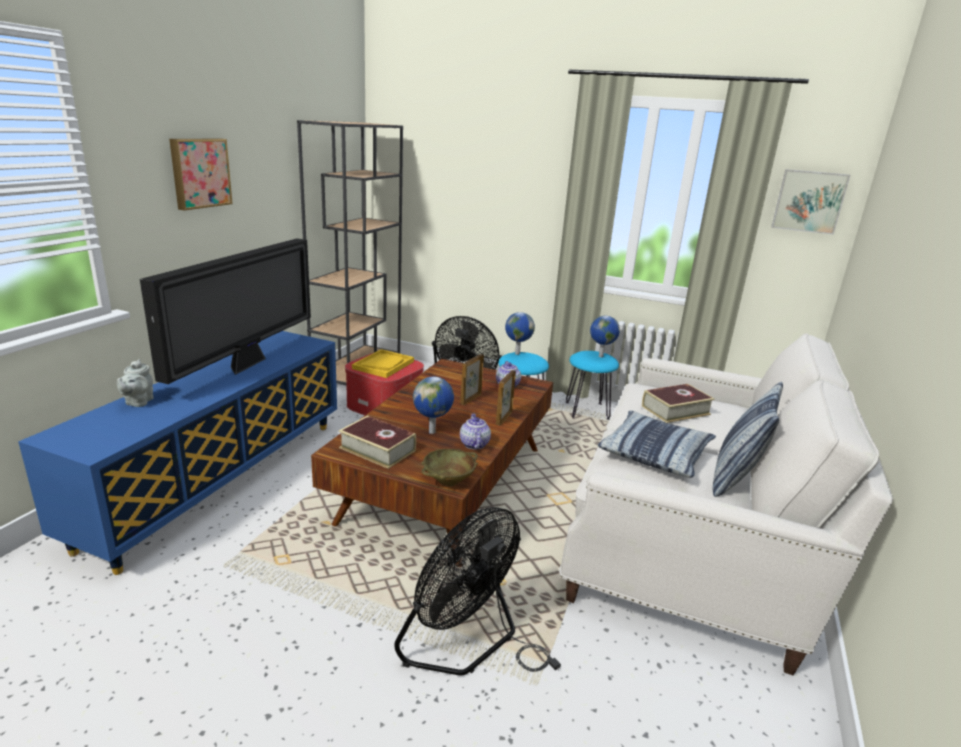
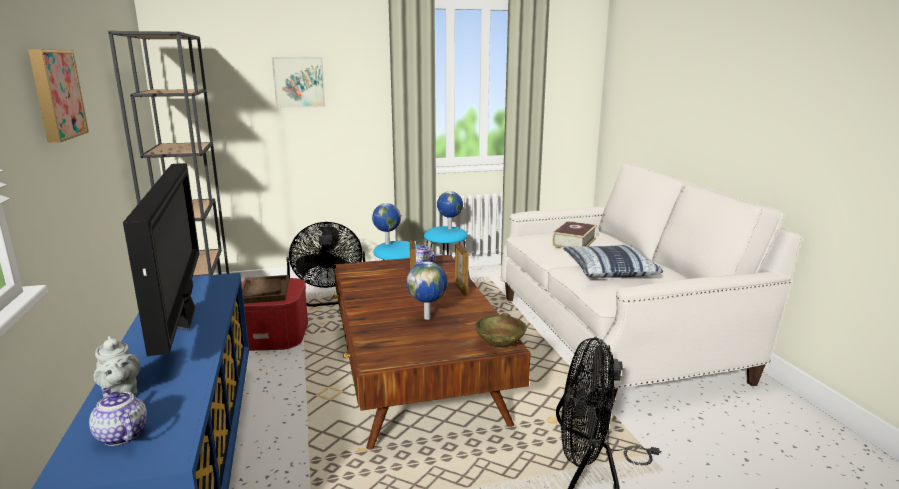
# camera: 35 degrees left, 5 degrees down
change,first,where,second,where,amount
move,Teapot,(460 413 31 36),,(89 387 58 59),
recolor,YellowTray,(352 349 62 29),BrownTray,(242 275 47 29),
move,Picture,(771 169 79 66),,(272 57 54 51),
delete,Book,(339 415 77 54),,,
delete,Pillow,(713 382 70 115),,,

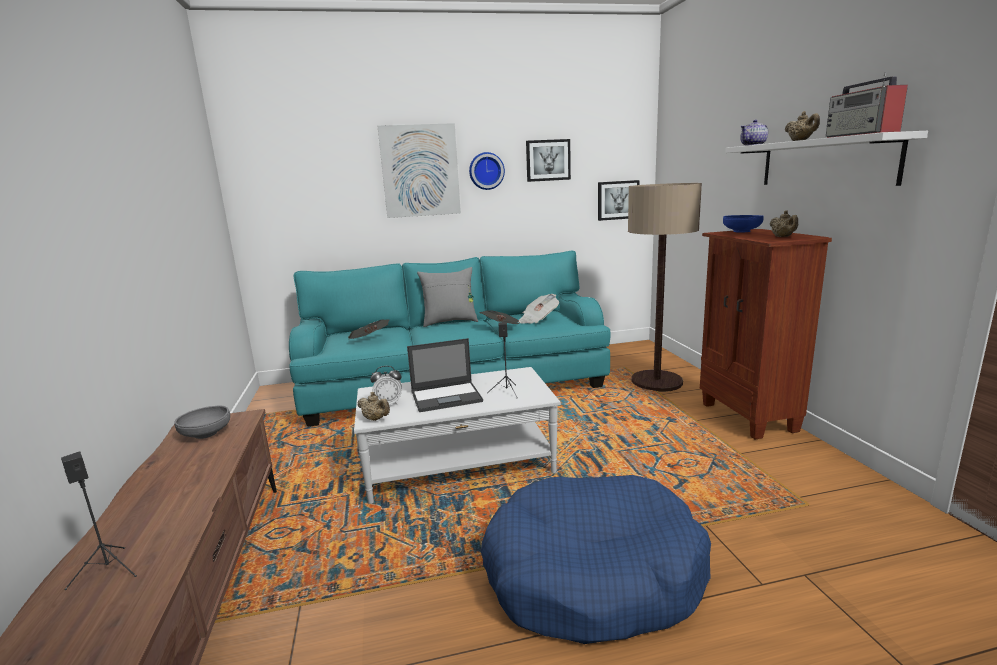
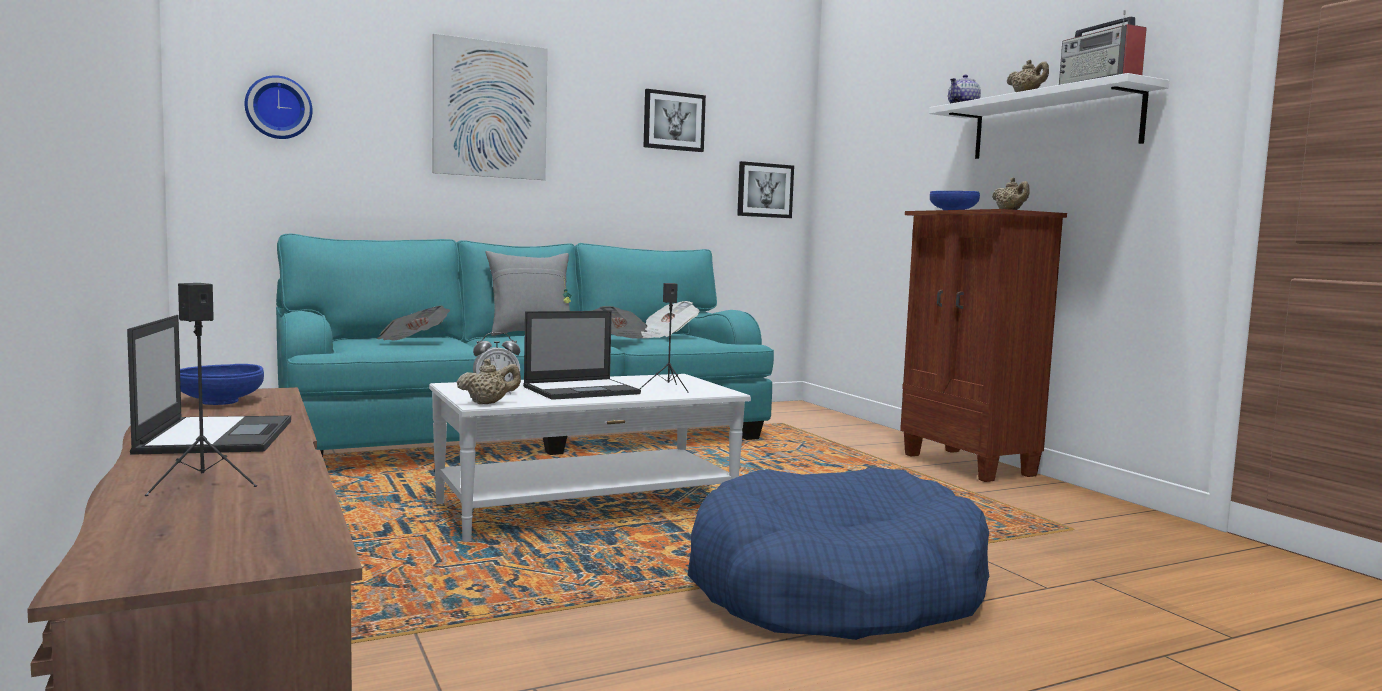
# camera: 15 degrees left, 10 degrees down
change,first,where,second,where,amount
insert,,,Laptop,(127 315 164 140),
recolor,GreyBowl,(174 405 56 34),BlueBowl,(180 364 84 41),
move,WallClock,(469 152 36 38),,(245 75 68 64),
rotate,BeigeTeapot,(358 392 32 29),,(457 359 64 45),45 degrees counterclockwise
delete,FloorLamp,(628 183 74 209),,,

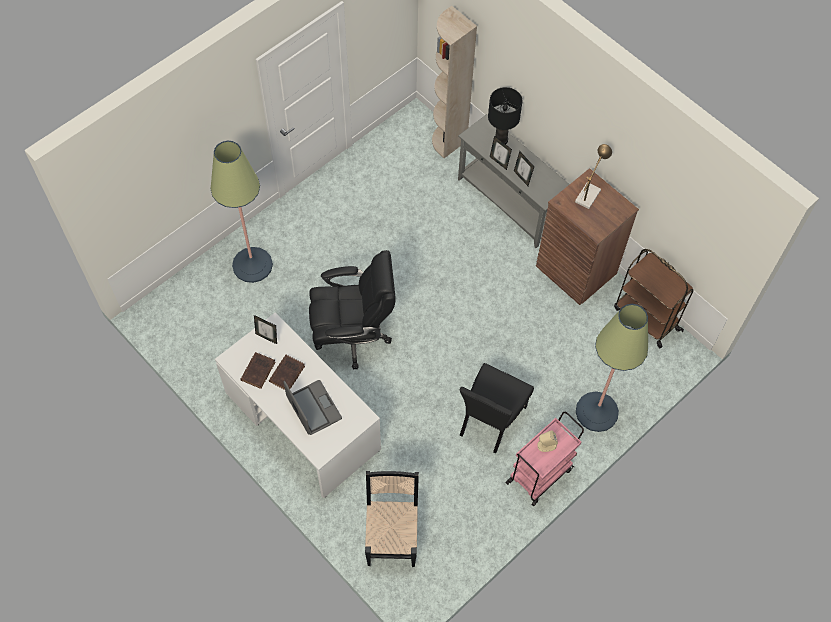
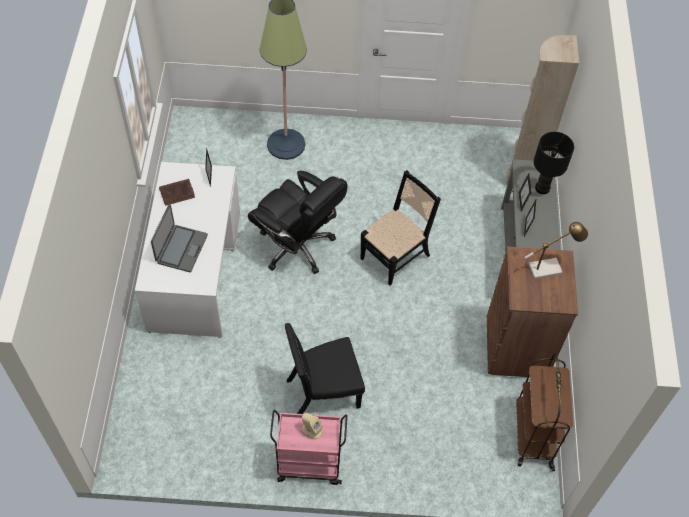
# camera: 45 degrees right, 5 degrees down
change,first,where,second,where,amount
move,Chair,(365 471 54 96),,(361 170 80 115),
delete,BrownBook,(269 355 36 35),,,
delete,FloorLamp,(576 304 72 128),,,

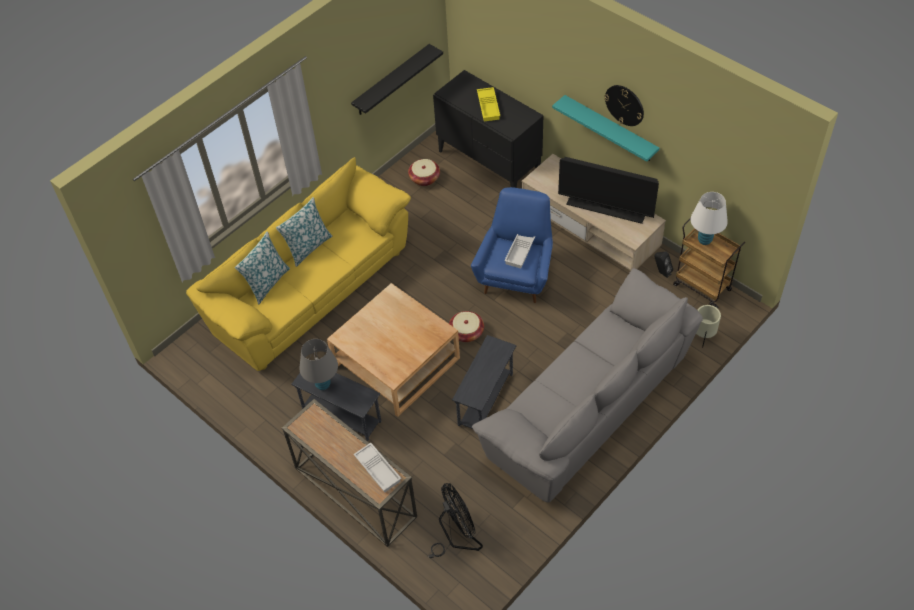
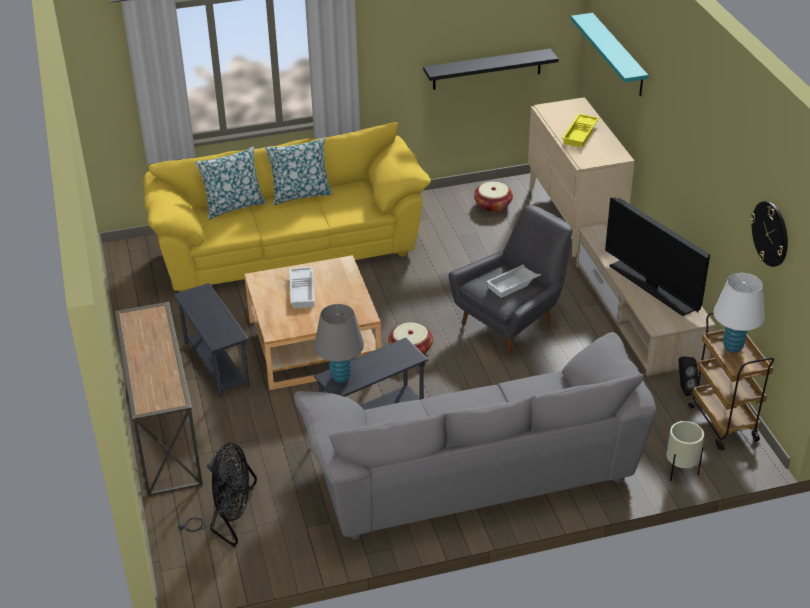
# camera: 30 degrees right, 15 degrees down
change,first,where,second,where,amount
move,WhiteTray,(353 443 49 49),,(289 267 26 41),
move,GreyTableLamp,(299 339 39 51),,(314 304 50 79),
recolor,BlueArmchair,(471 187 82 116),GreyArmchair,(449 205 124 151),
recolor,BlackCabinet,(433 70 111 118),BeigeCabinet,(528 97 107 160),
move,TurquoiseShelf,(552 95 108 67),,(571 13 77 83),
move,WallClock,(604 85 40 41),,(750 201 38 66),

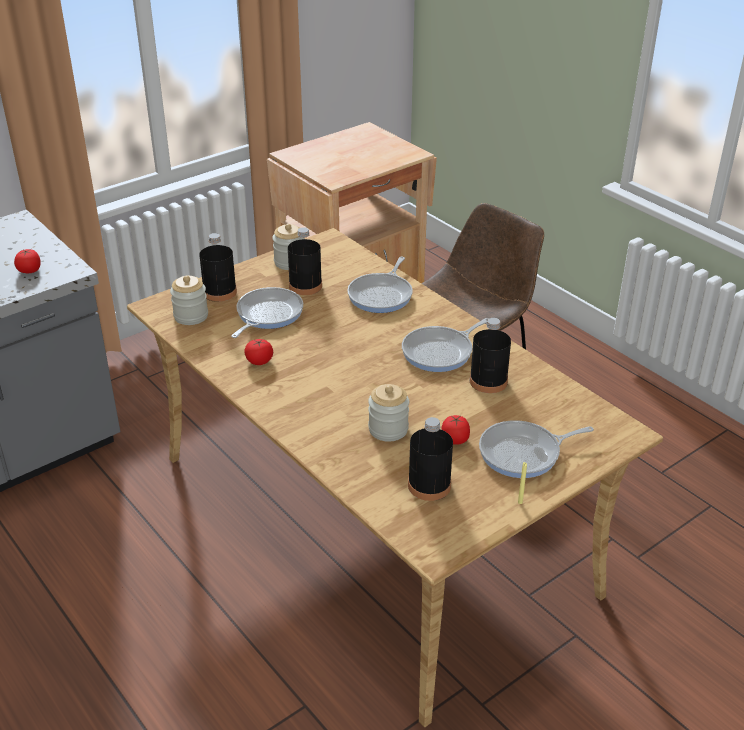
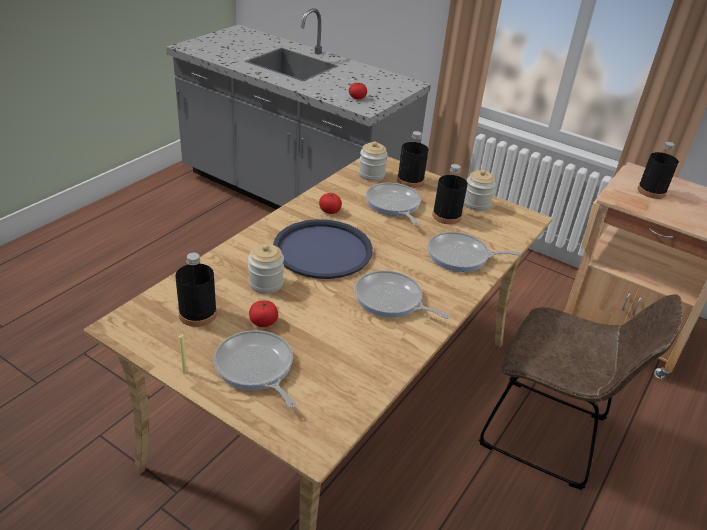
# camera: 70 degrees right, 0 degrees up
change,first,where,second,where,amount
insert,,,BlueTray,(273 219 100 60),
rotate,FryingPan,(231 287 72 51),,(366 183 55 42),120 degrees counterclockwise
move,BlackBottle,(470 318 41 75),,(637 142 42 57),

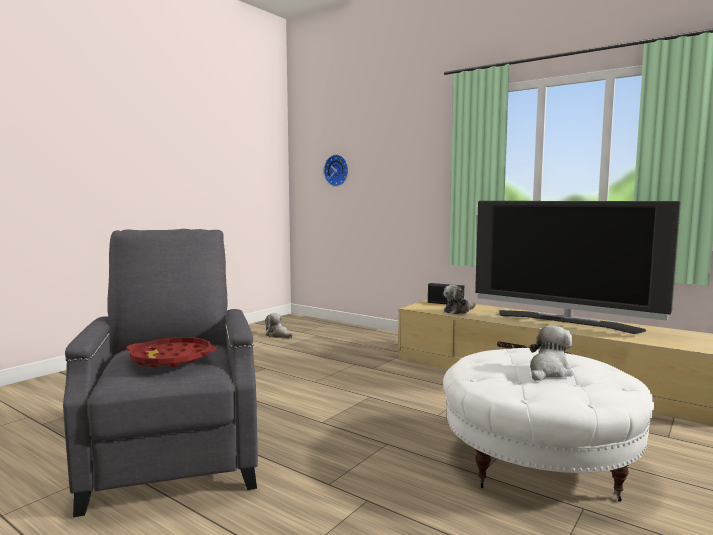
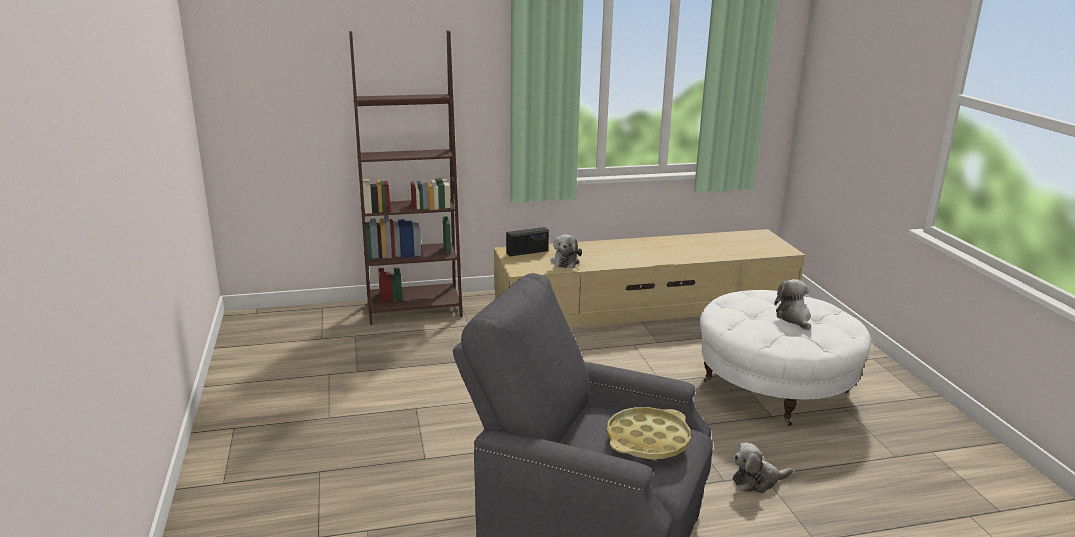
# camera: 50 degrees left, 15 degrees up
change,first,where,second,where,amount
insert,,,BrownBookcase,(349 30 114 295),
recolor,RedTray,(126 337 90 31),YellowTray,(607 407 84 53),
move,PlushToy,(265 313 28 25),,(733 442 60 51),
delete,WallClock,(324 155 24 32),,,
delete,Television,(475 201 206 133),,,

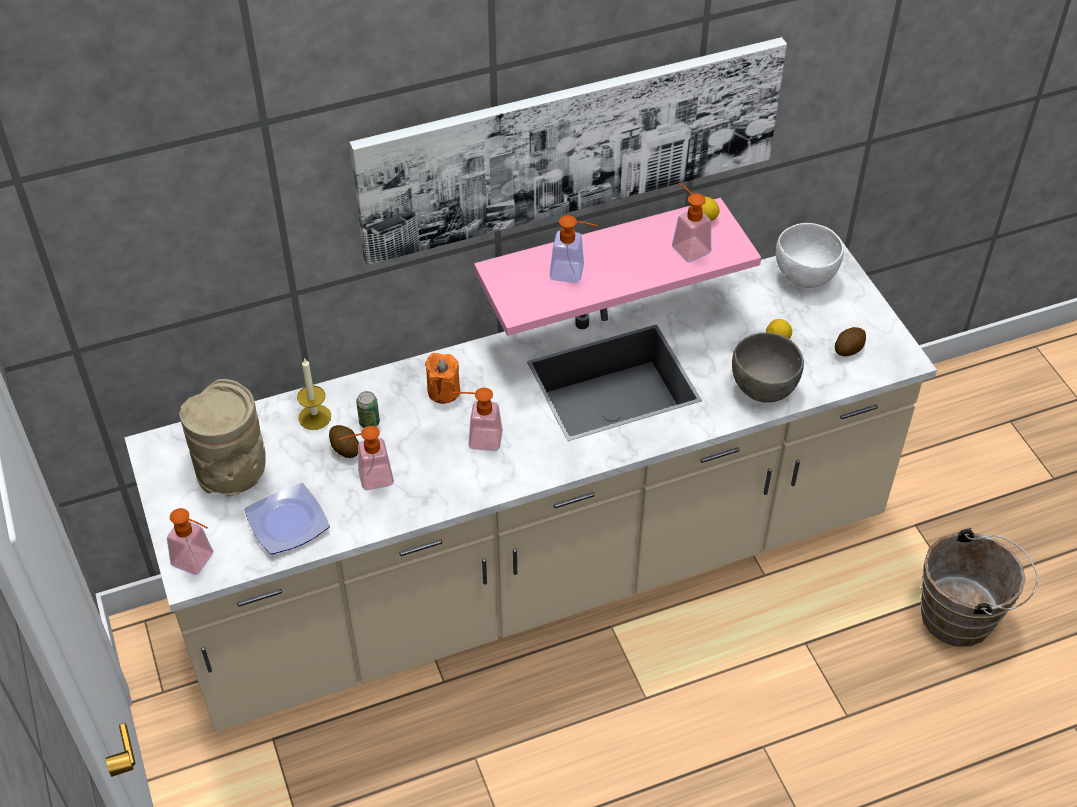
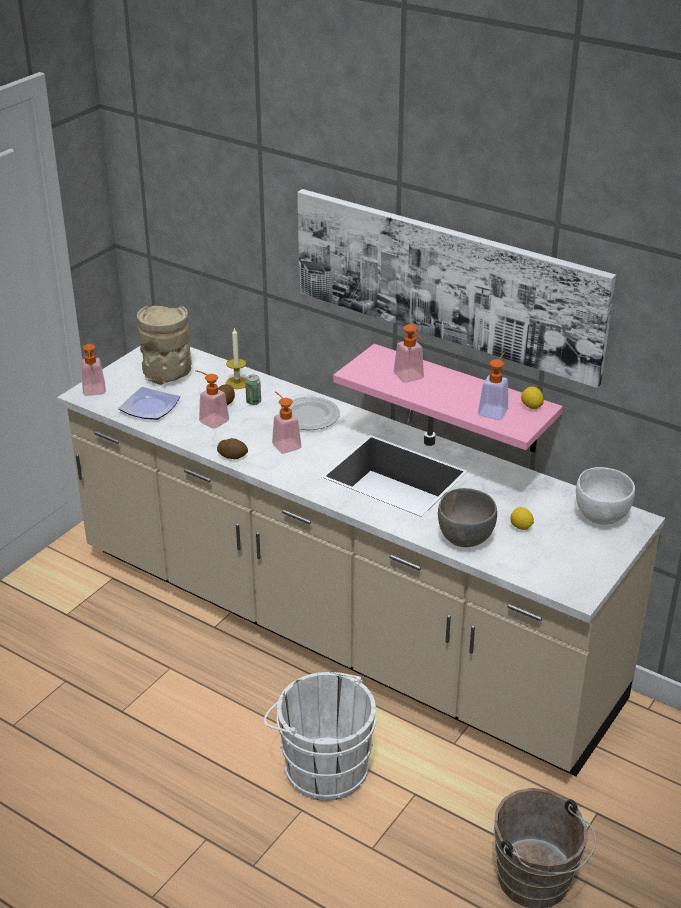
# camera: 55 degrees right, 15 degrees down
change,first,where,second,where,amount
move,Potato,(835 327 31 29),,(217 438 31 21),
insert,,,WhiteBucket,(264 672 113 129),
replace,OrangeCandle,(425 353 35 51),Plate,(279 396 61 34),

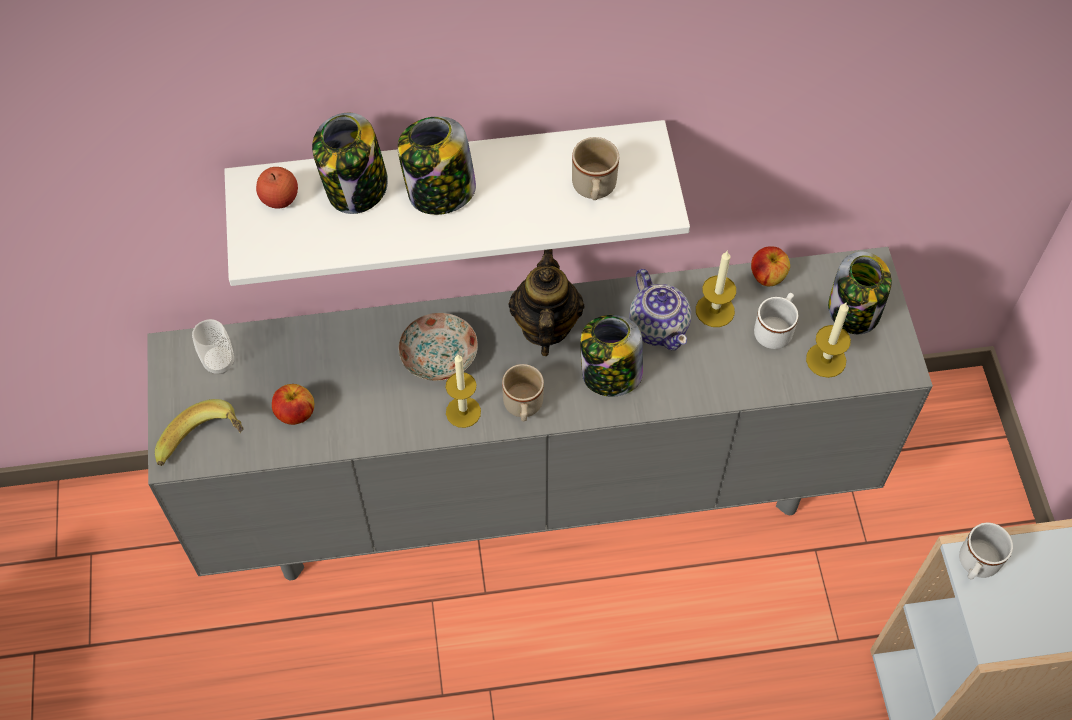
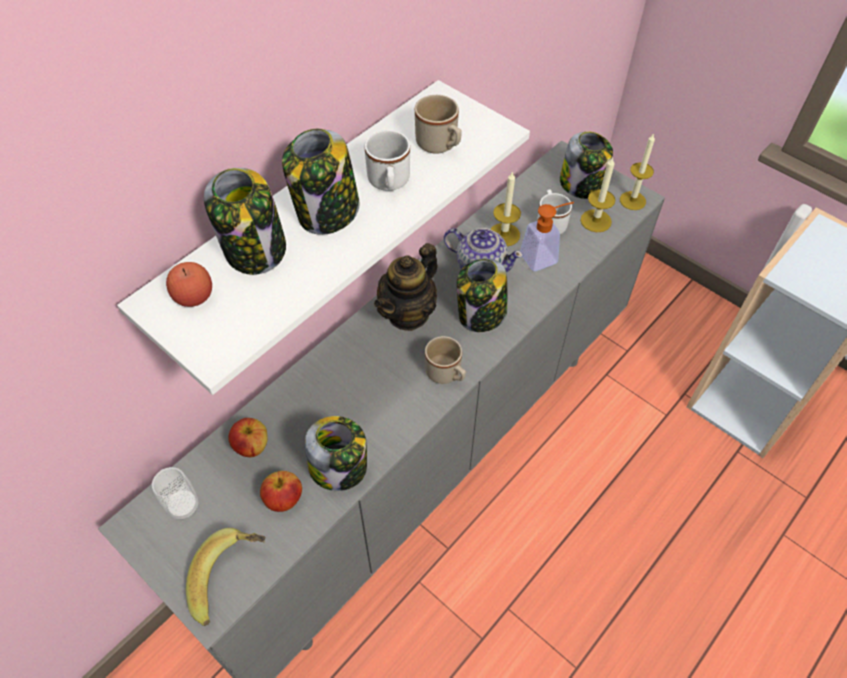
# camera: 40 degrees left, 5 degrees down
change,first,where,second,where,amount
move,Apple,(751 246 39 40),,(228 418 40 39),
insert,,,Jar,(305 416 62 75),
move,WhiteMug,(959 523 54 56),,(365 130 45 61),
rotate,Teapot,(509 249 76 107),,(374 243 64 88),105 degrees counterclockwise
insert,,,SoapDispenser,(520 202 54 69),
move,Candle,(446 354 35 74),,(620 133 35 77),
delete,Plate,(398 313 80 68),,,

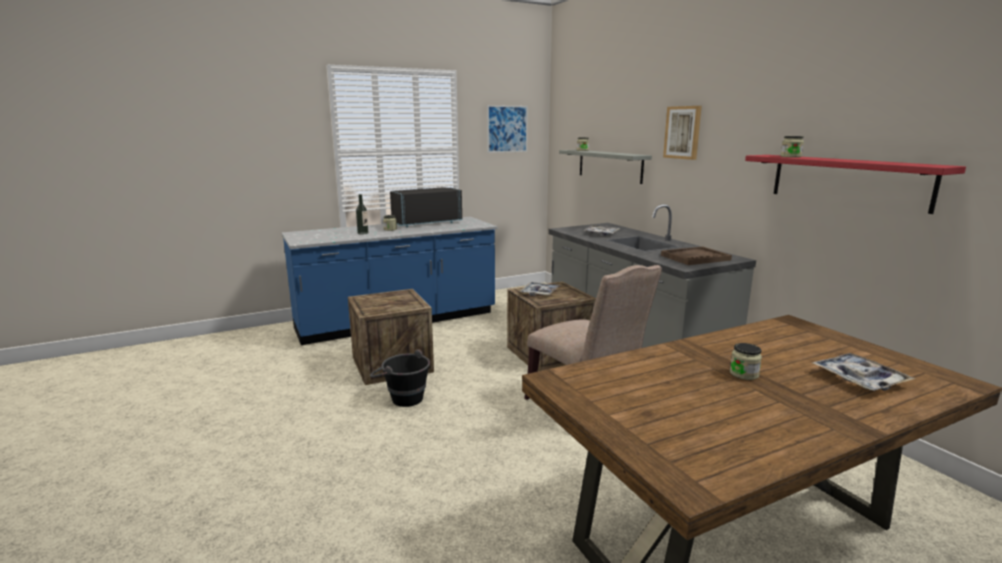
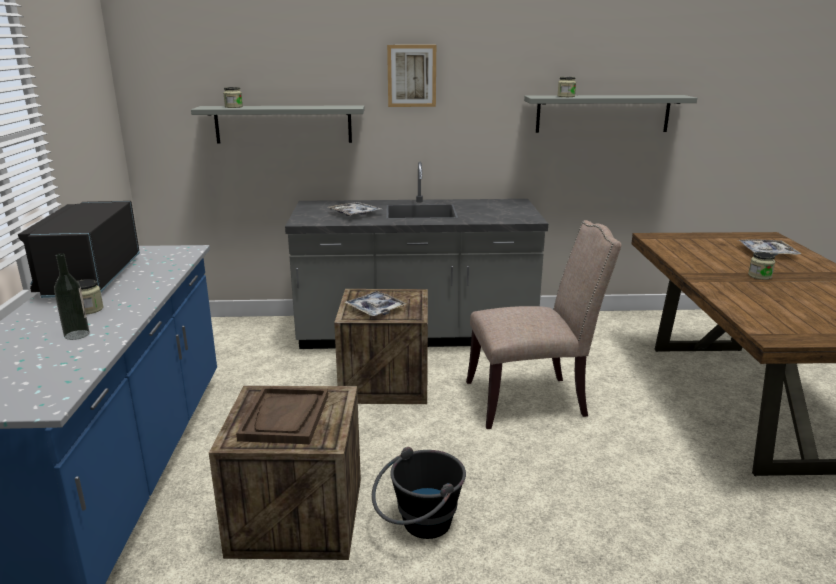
# camera: 65 degrees left, 5 degrees up
change,first,where,second,where,amount
move,BrownTray,(661 247 71 18),,(236 387 92 57),
recolor,RedShelf,(745 155 221 59),GreyShelf,(524 95 173 38),
delete,Picture,(487 105 41 48),,,

